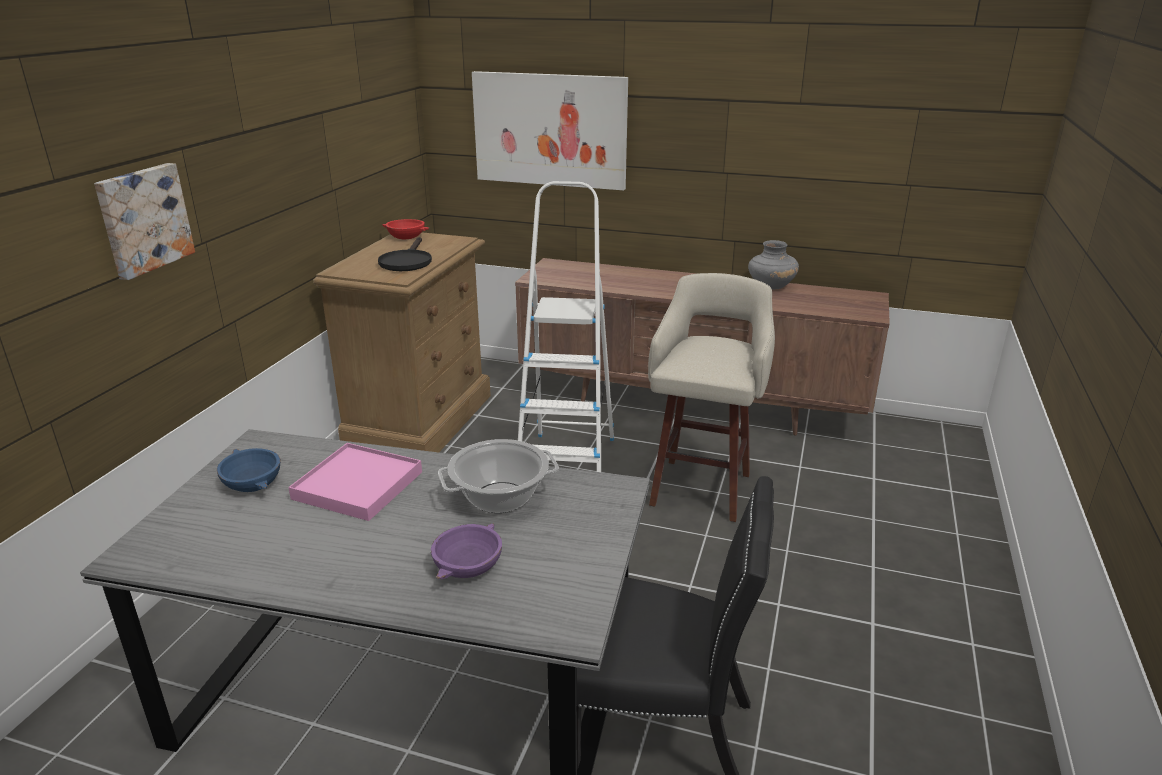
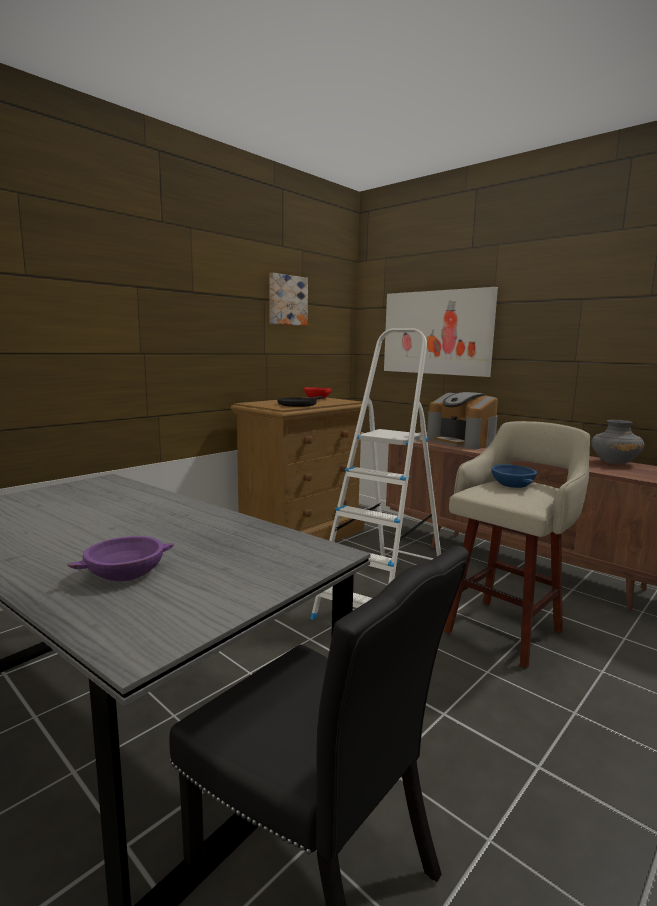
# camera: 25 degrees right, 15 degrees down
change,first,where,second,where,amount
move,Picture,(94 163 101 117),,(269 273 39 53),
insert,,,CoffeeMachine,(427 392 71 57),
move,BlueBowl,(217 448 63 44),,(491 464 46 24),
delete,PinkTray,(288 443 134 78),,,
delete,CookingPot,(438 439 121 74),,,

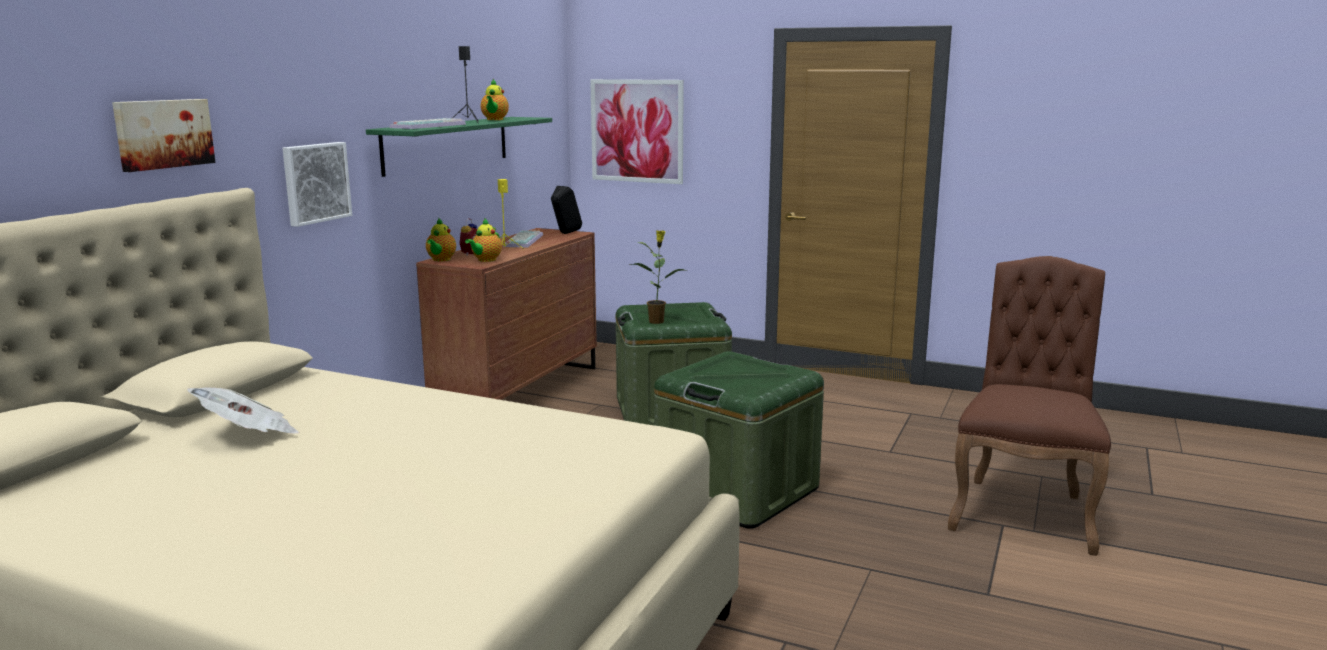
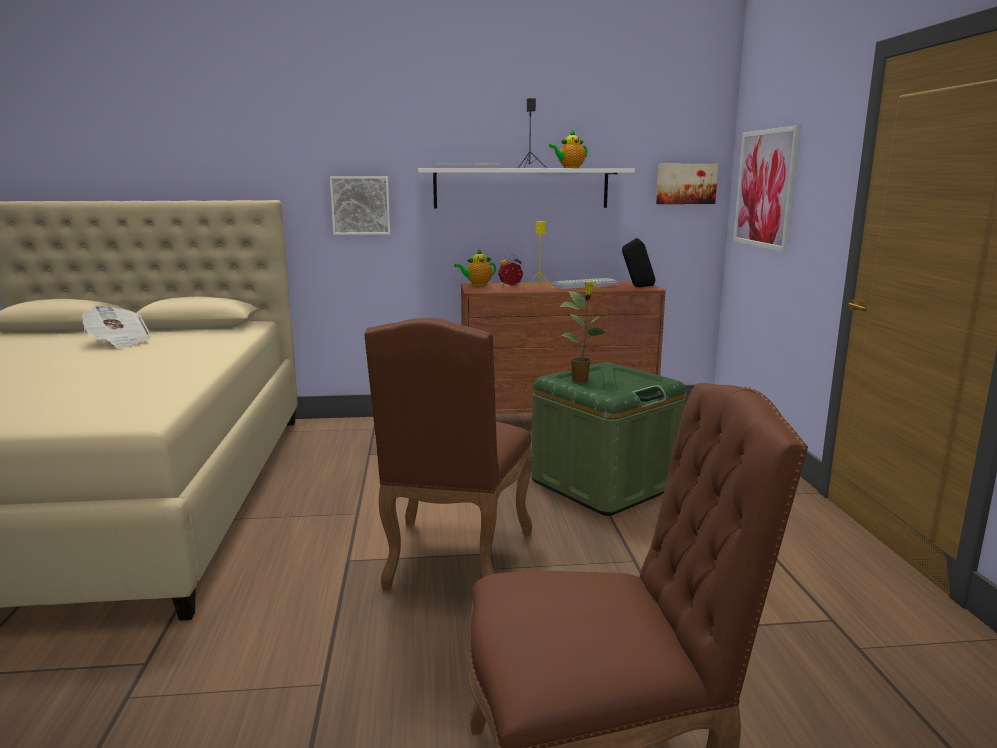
# camera: 60 degrees right, 0 degrees up
change,first,where,second,where,amount
replace,GreenStorageBox,(654 351 170 178),BrownChair,(364 317 168 273),
recolor,GreenShelf,(366 117 186 60),WhiteShelf,(418 168 217 40),
move,Picture,(112 99 103 73),,(656 164 62 40),
delete,Teapot,(465 218 37 44),,,

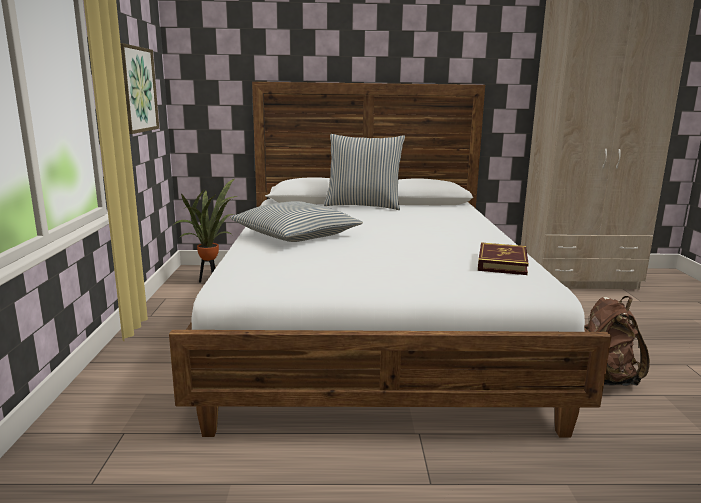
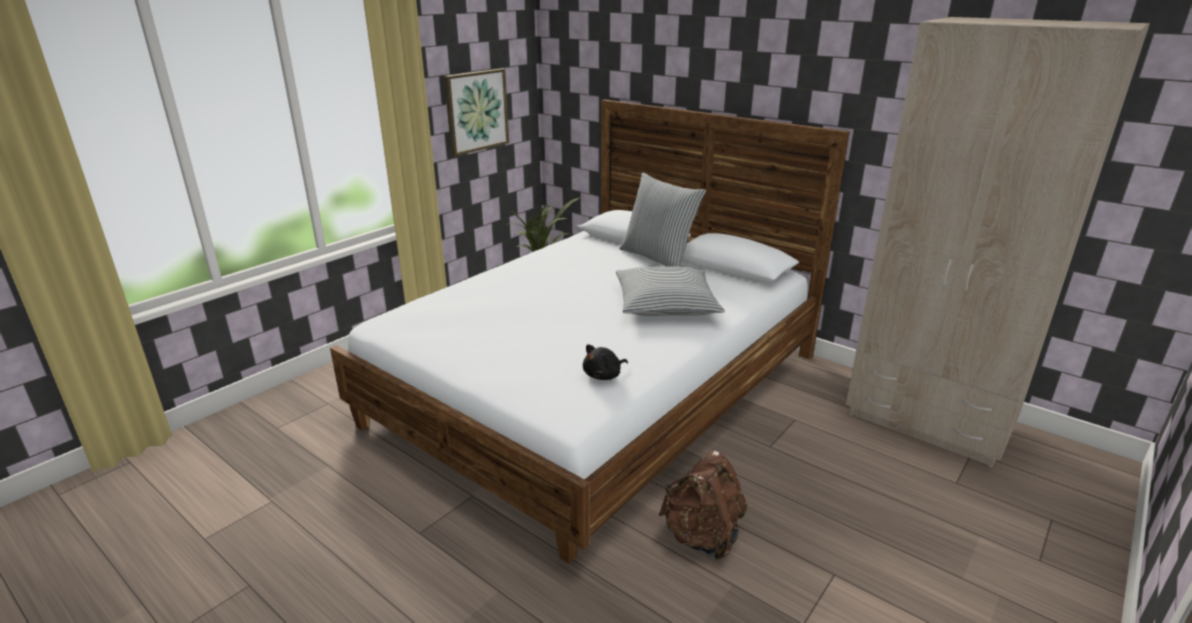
# camera: 40 degrees right, 10 degrees up
change,first,where,second,where,amount
replace,Book,(478 242 51 33),BlackPlushToy,(583 344 45 36),
move,Pillow,(230 201 133 41),,(616 266 109 50),

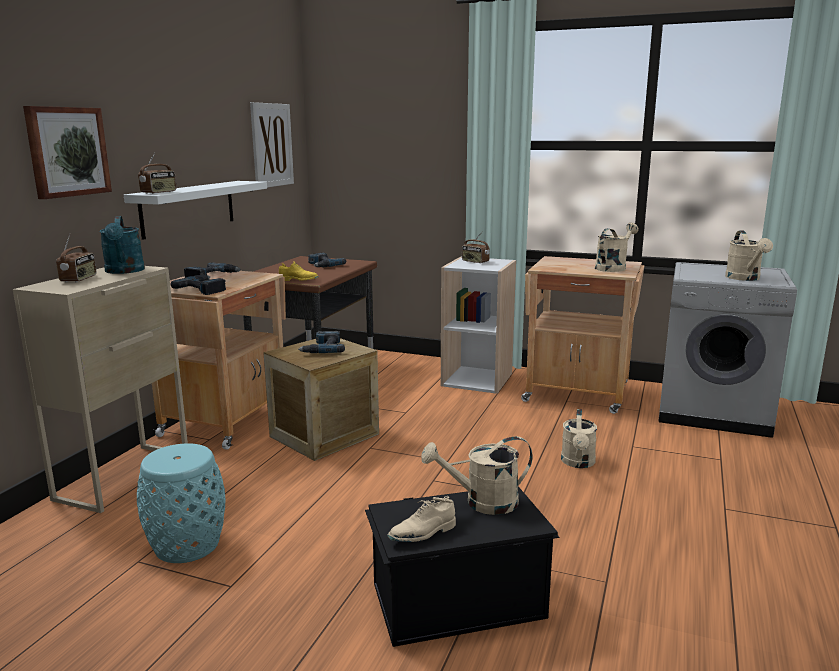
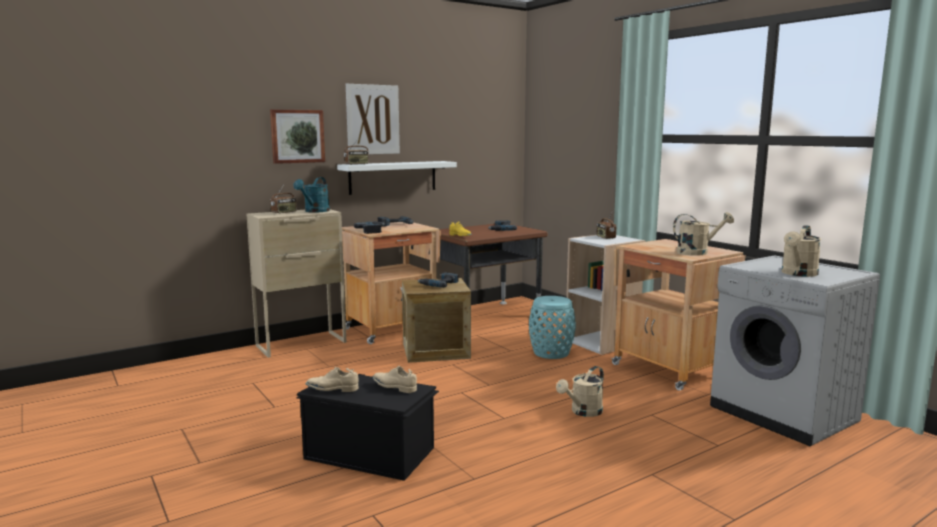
# camera: 35 degrees right, 5 degrees down
change,first,where,second,where,amount
move,Picture,(250 102 44 85),,(346 84 54 70),
replace,BeigeWateringCan,(421 436 112 79),BeigeShoe,(372 366 45 27),
move,TurquoiseStool,(137 443 88 120),,(529 296 47 63),

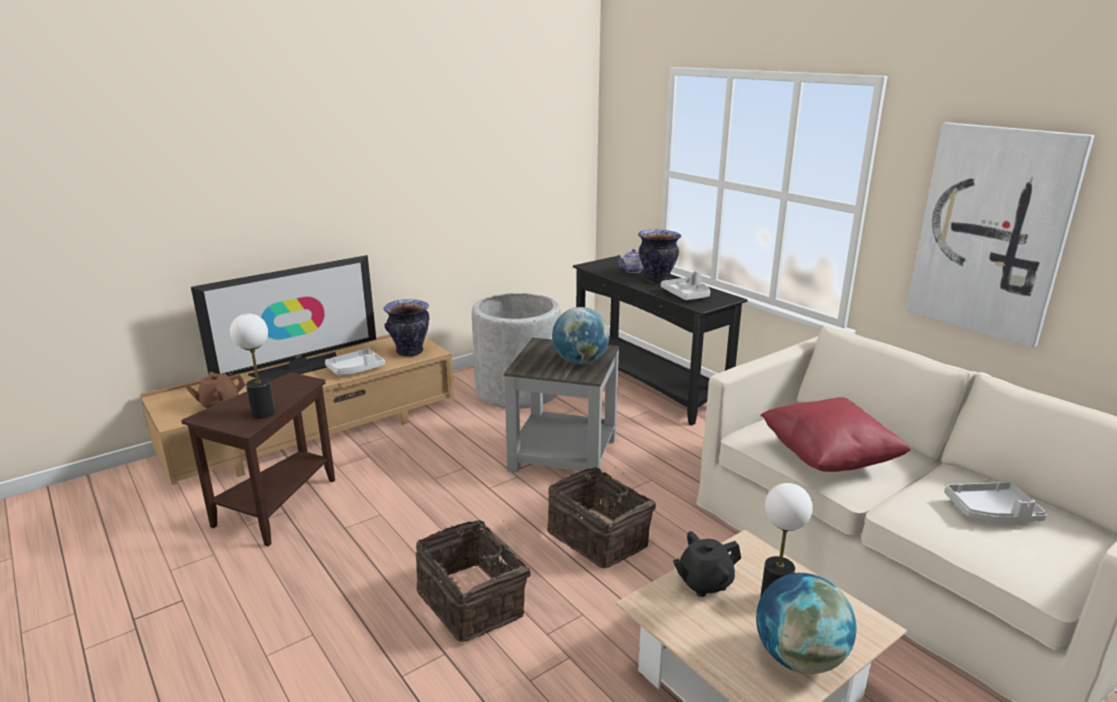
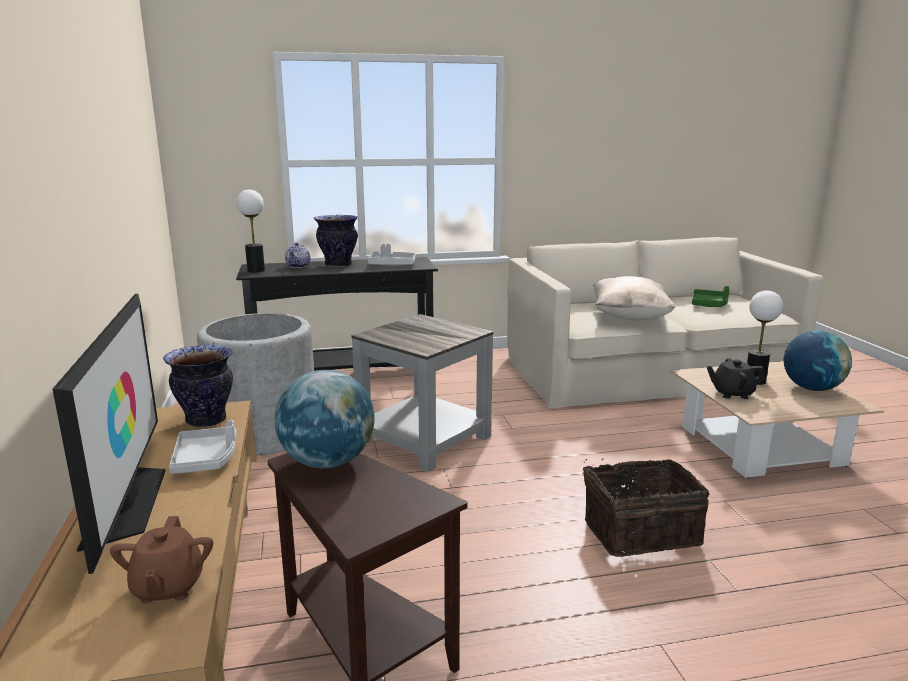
# camera: 65 degrees left, 5 degrees down
change,first,where,second,where,amount
move,TableLamp,(230 314 45 105),,(236 190 29 83),
move,Globe,(552 307 58 57),,(275 370 100 98),
recolor,RedPillow,(760 397 150 75),BeigePillow,(593 276 83 44),
recolor,GreyTray,(944 482 103 41),GreenTray,(692 286 38 21),
rotate,BlackTeapot,(673 531 68 66),,(706 358 59 41),90 degrees clockwise
delete,Basket,(547 467 109 101),,,
delete,Picture,(906 122 188 226),,,

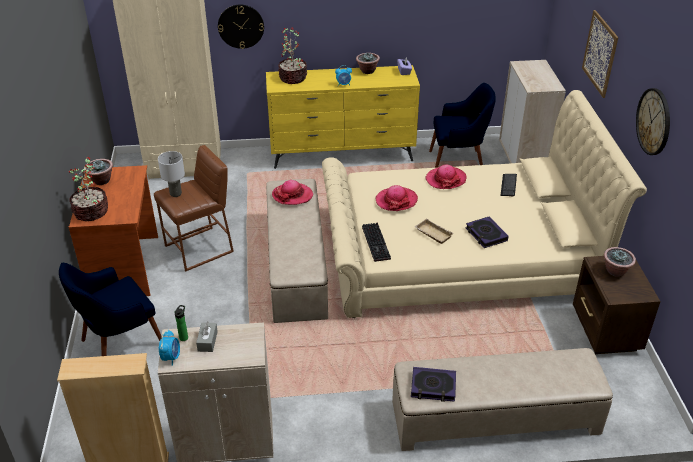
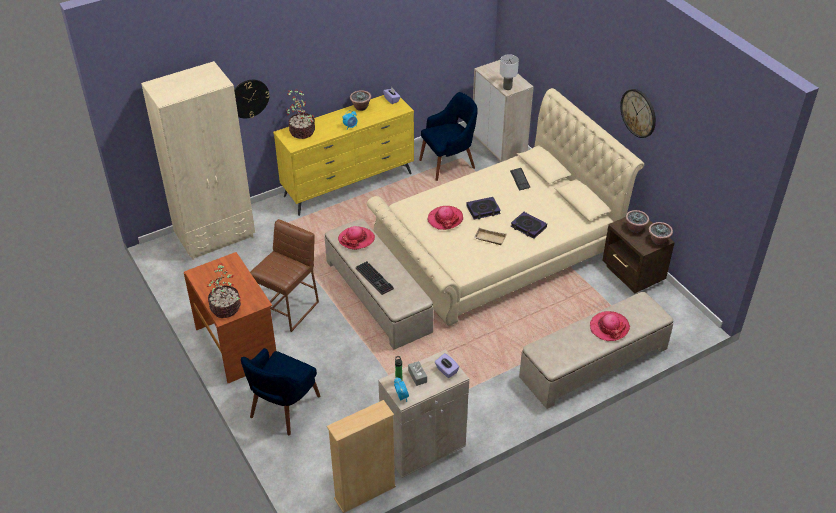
# camera: 25 degrees left, 5 degrees up
change,first,where,second,where,amount
move,Keyboard,(362 222 29 40),,(356 261 38 34),
insert,,,PurpleTissueBox,(435 353 24 25),
move,Book,(411 367 45 35),,(466 197 35 23),
move,WhiteTableLamp,(158 151 27 46),,(500 54 19 36),
move,Hat,(425 165 42 24),,(590 311 40 30),
move,PottedPlant,(84 159 29 26),,(649 222 24 23),
delete,Picture,(582 10 36 88),,,

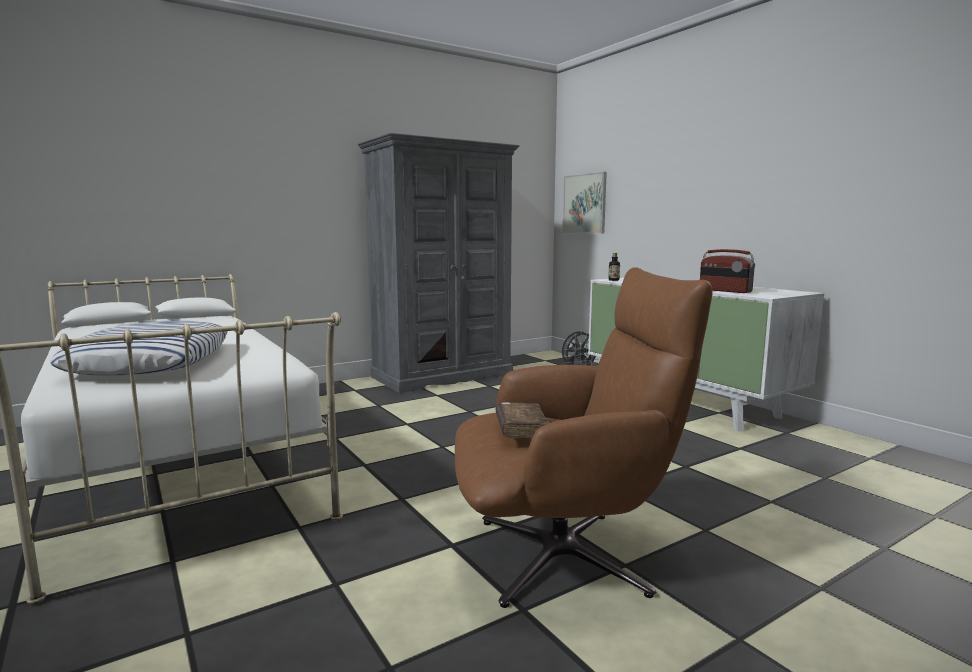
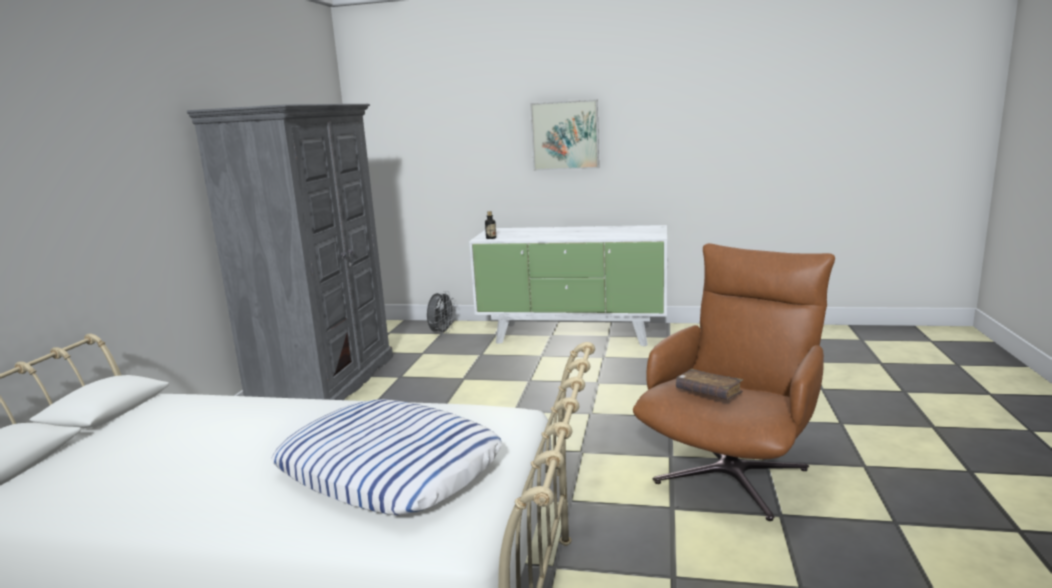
# camera: 45 degrees left, 5 degrees up
change,first,where,second,where,amount
move,Picture,(563 172 44 62),,(530 99 69 72),
delete,Radio,(700 249 55 44),,,

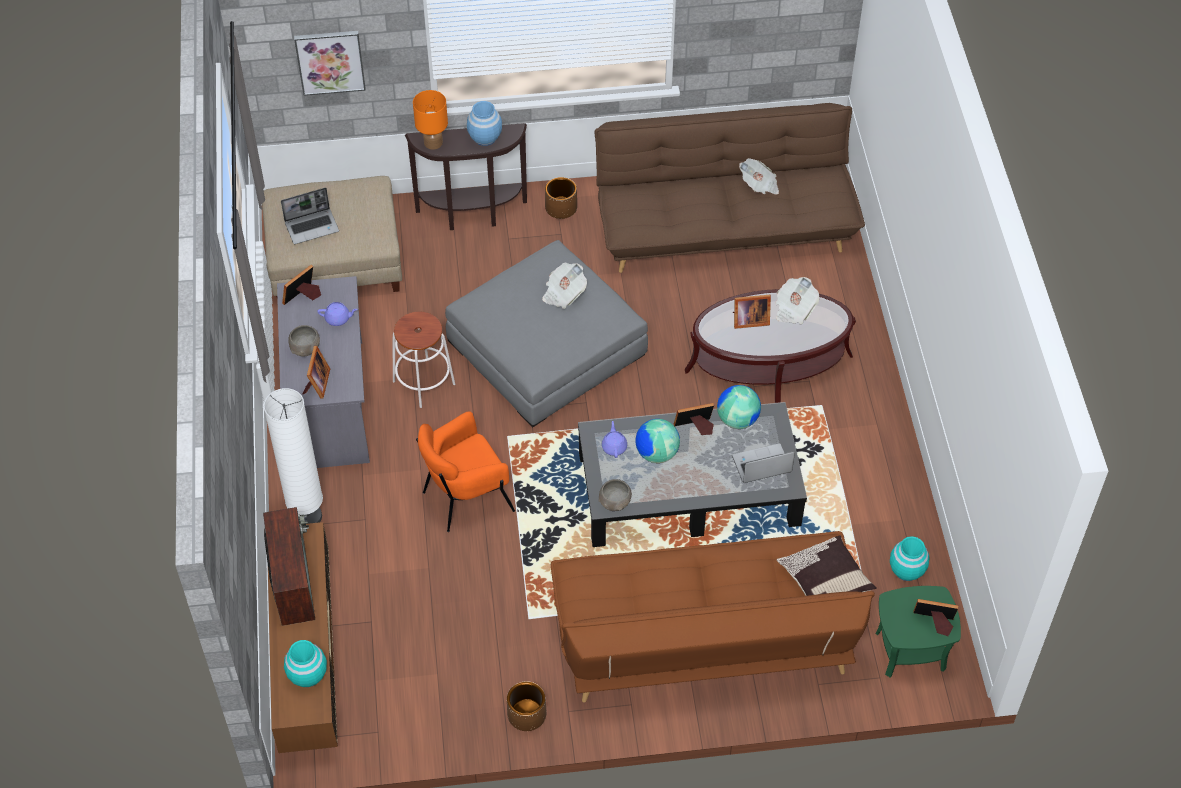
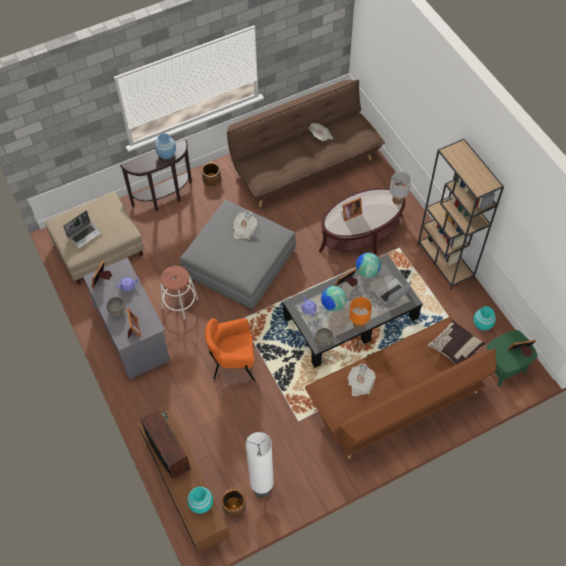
# camera: 20 degrees left, 5 degrees up
change,first,where,second,where,amount
rotate,OrangeArmchair,(416 411 99 121),,(205 318 50 64),45 degrees clockwise
move,BrownPlanter,(507 681 39 50),,(222 489 24 29),
move,WhiteFloorLamp,(263 388 60 136),,(245 432 29 66),
move,Newspaper,(775 277 44 47),,(347 364 29 32),
move,OrangeTableLamp,(413 90 35 60),,(349 297 23 33),
insert,,,GreyTableLamp,(390 172 21 33),
insert,,,Bookcase,(418 139 86 151),
delete,Picture,(294 31 72 65),,,

